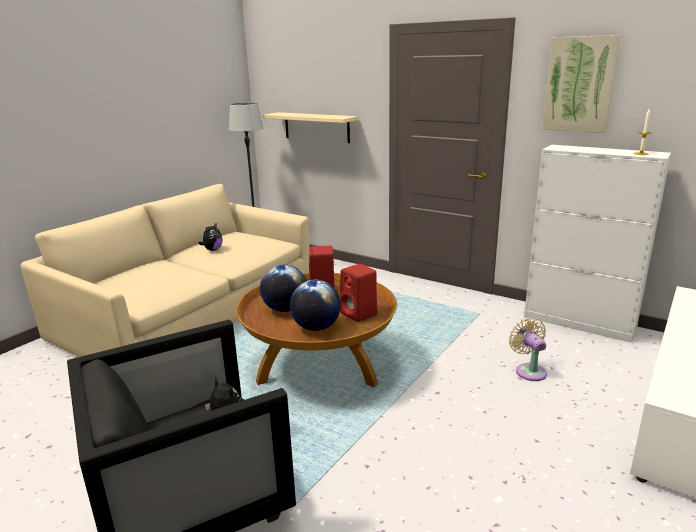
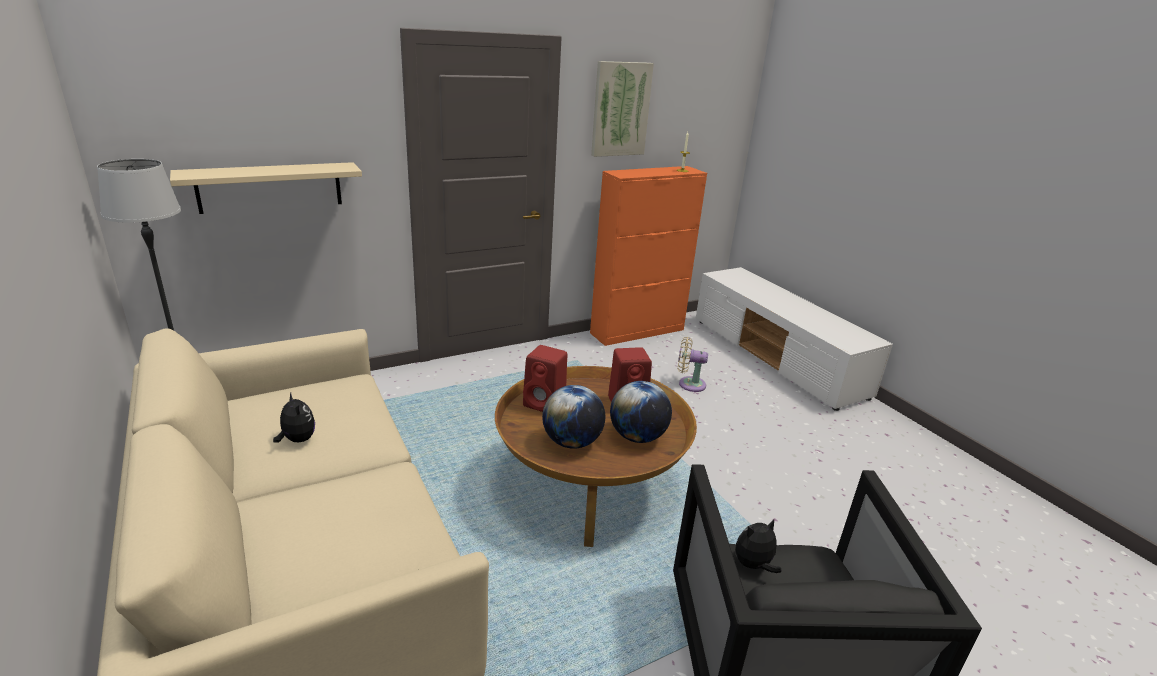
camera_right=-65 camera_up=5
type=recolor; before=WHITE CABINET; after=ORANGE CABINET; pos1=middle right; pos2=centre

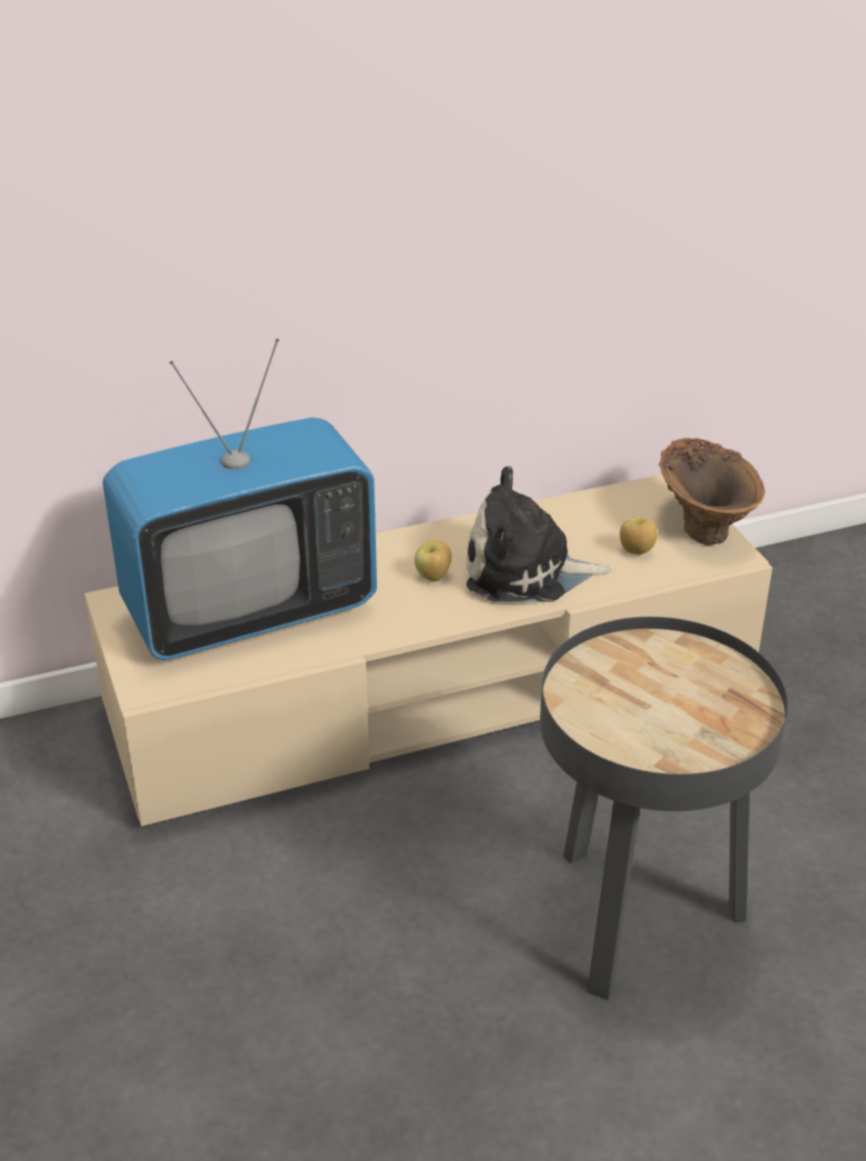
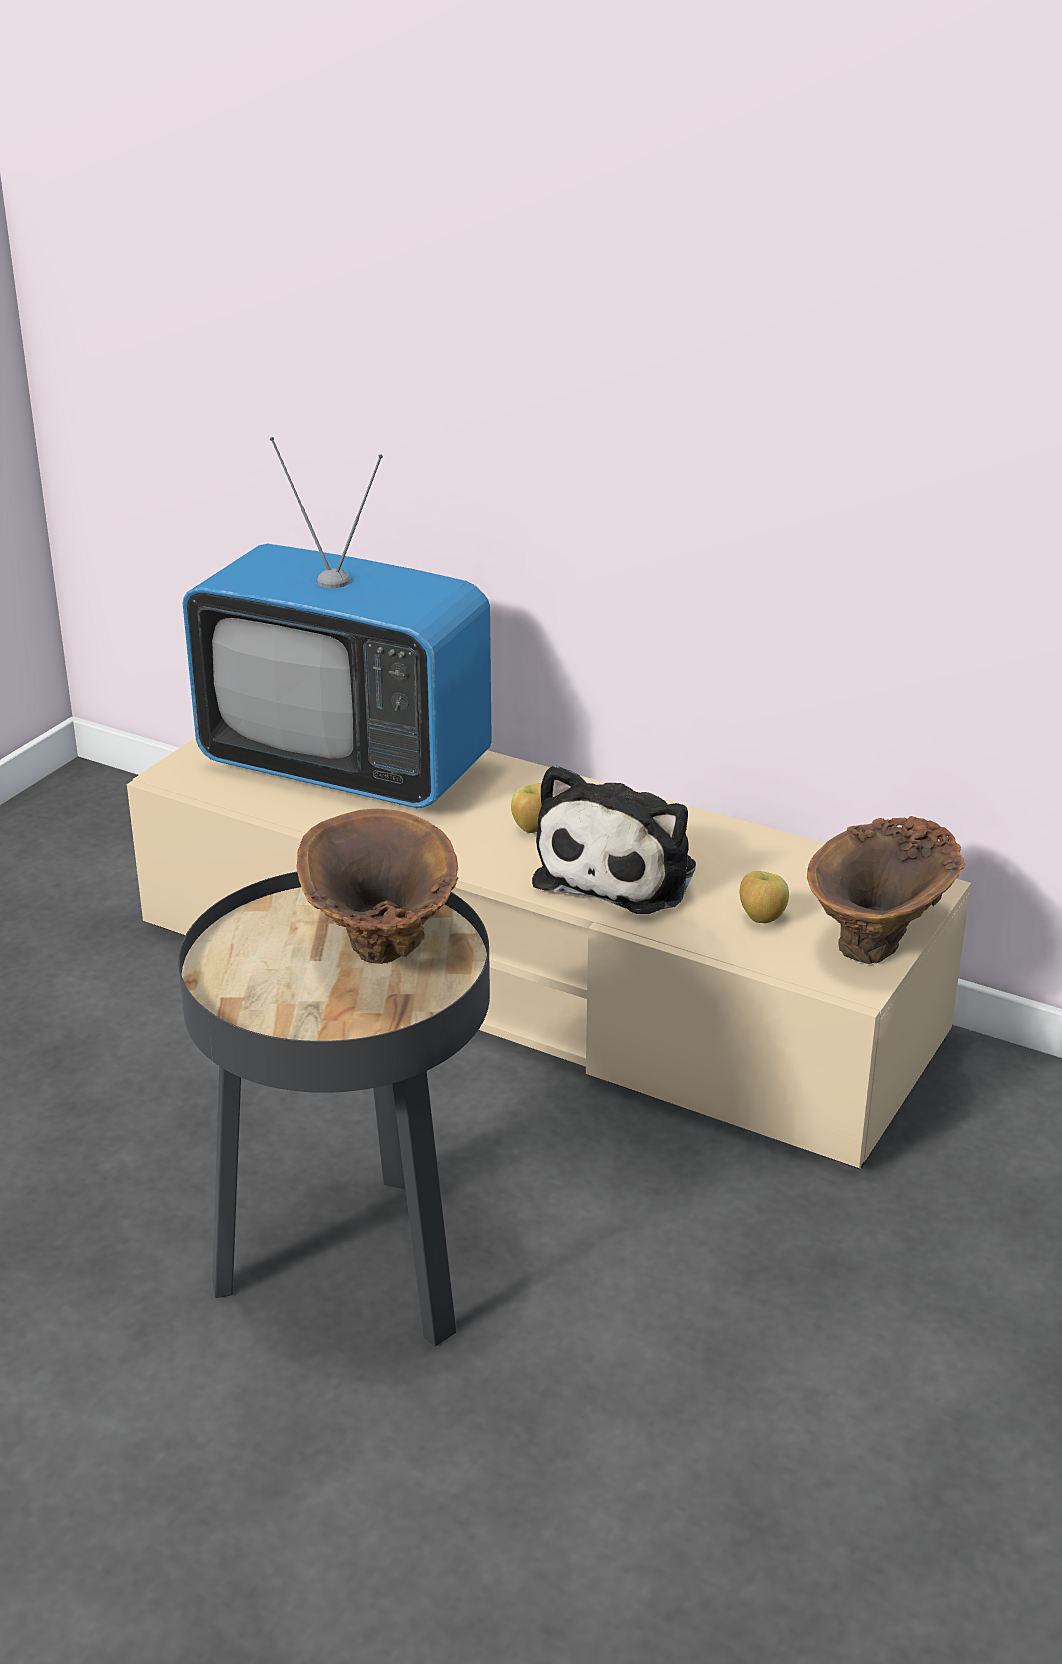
camera_right=50 camera_up=-5
type=rotate; before=PLUSH TOY; pos1=centre; pos2=centre; turn=-120
type=insert; after=BROWN VASE (1st from left); pos2=centre

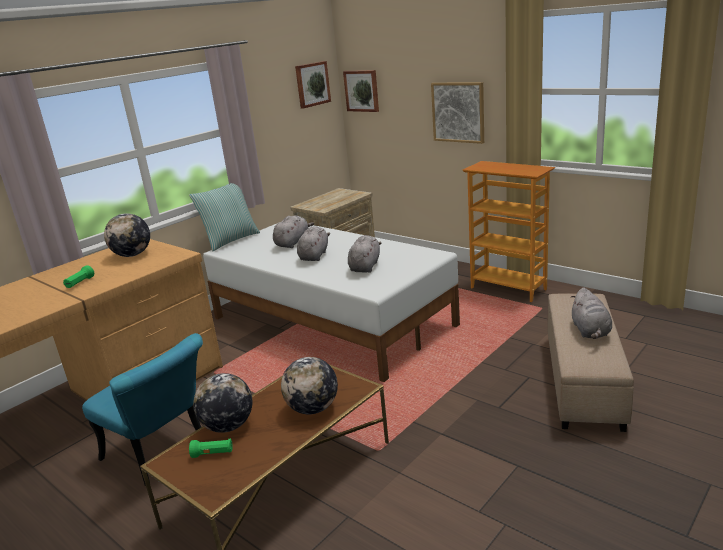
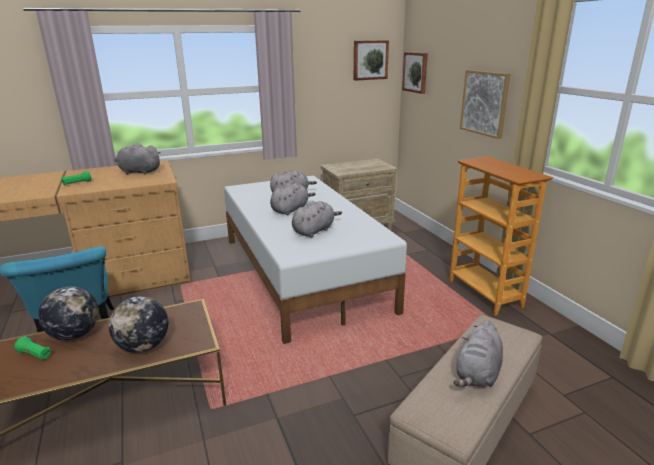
camera_right=25 camera_up=0
type=delete; before=PILLOW; pos1=middle left
type=replace; before=GLOBE (1st from left); after=GREY PLUSH TOY (1st from left); pos1=middle left; pos2=middle left

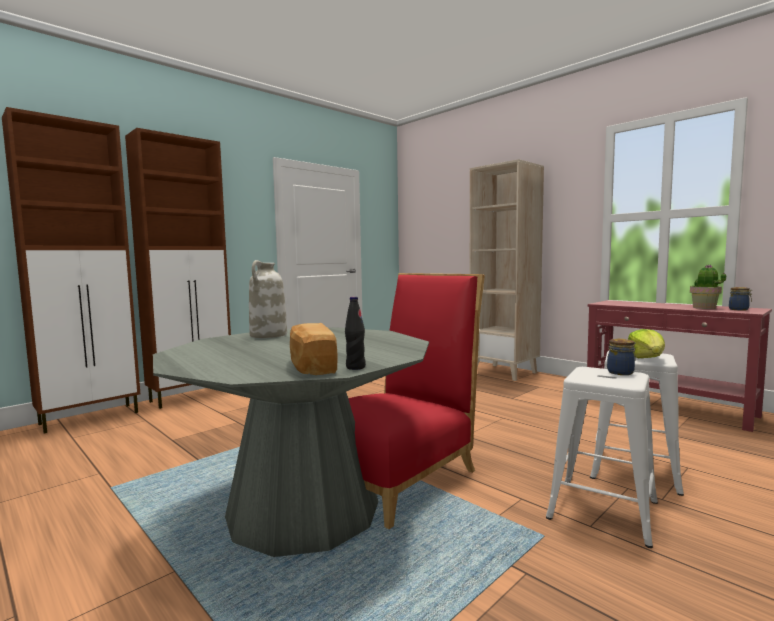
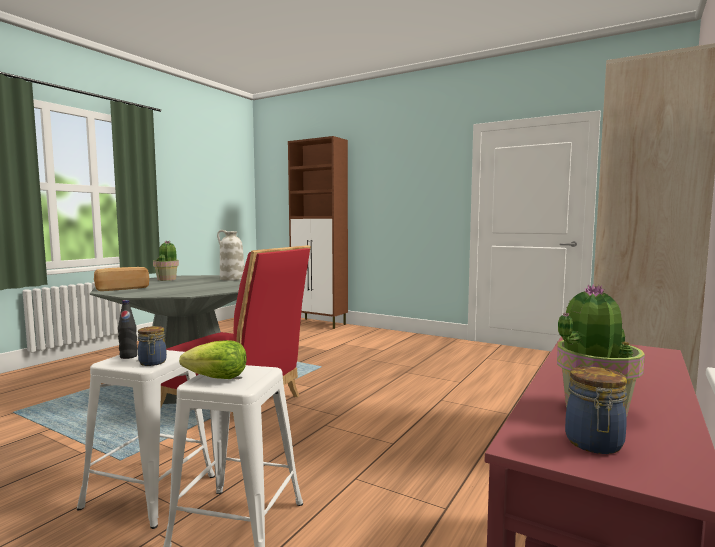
camera_right=75 camera_up=0
type=delete; before=BROWN CABINET (2nd from left); pos1=middle left
type=move; before=BLACK BOTTLE; pos1=centre; pos2=middle left
type=insert; after=POTTED PLANT (1st from left); pos2=middle left

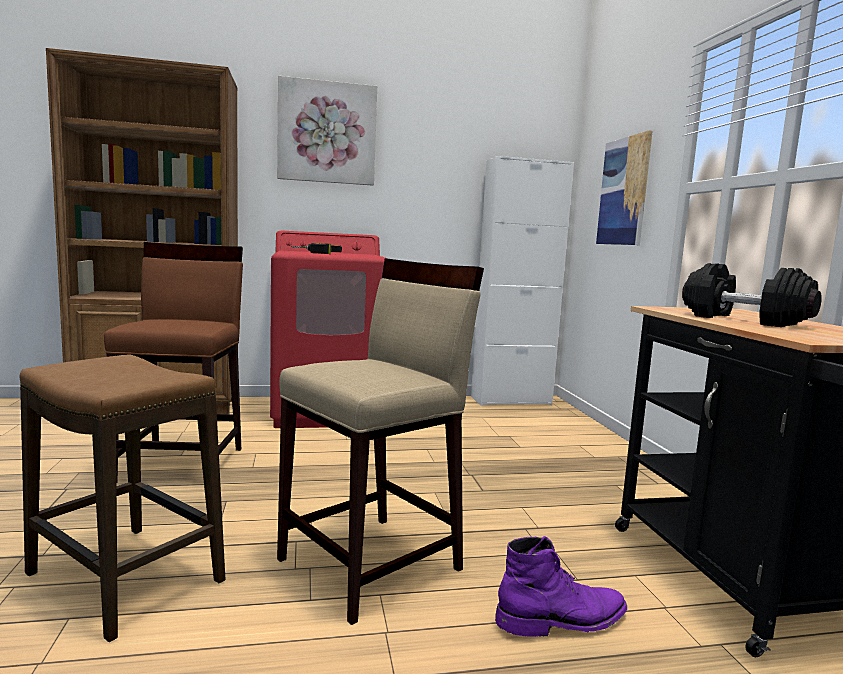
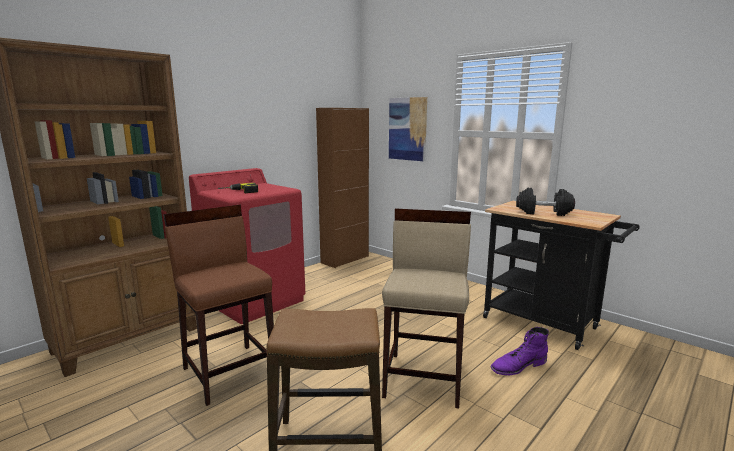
camera_right=-35 camera_up=5
type=delete; before=PICTURE (1st from left); pos1=top centre
type=recolor; before=WHITE CABINET; after=BROWN CABINET; pos1=centre; pos2=centre
type=rotate; before=PURPLE BOOT; pos1=bottom centre; pos2=bottom right; turn=-150

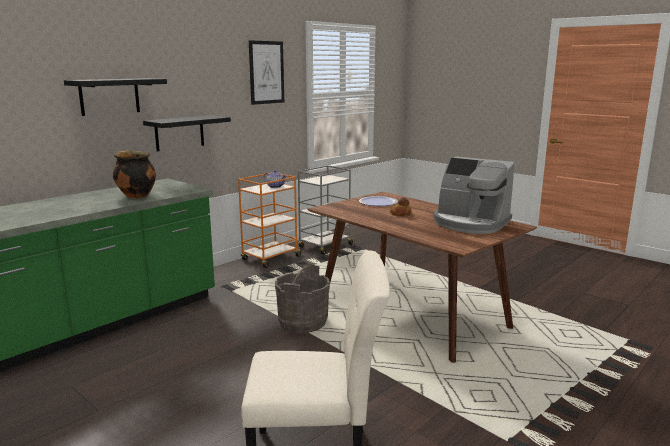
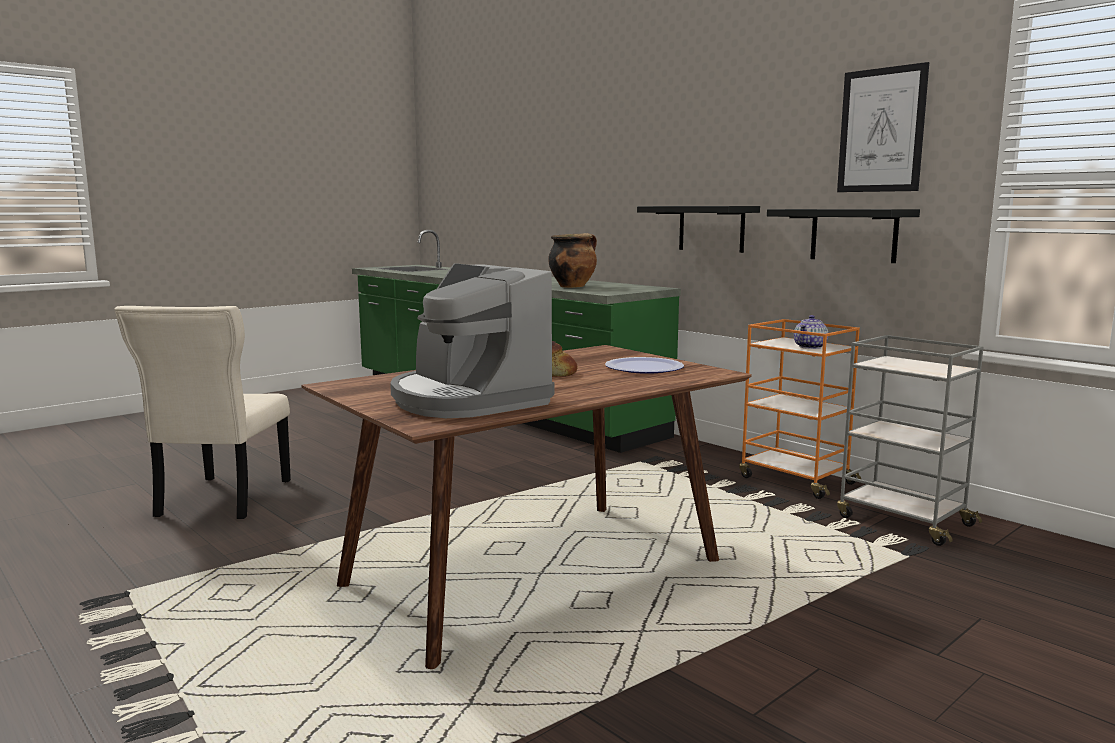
camera_right=95 camera_up=-5
type=move; before=BLACK SHELF (1st from left in the first image); after=BLACK SHELF (2nd from left); pos1=top left; pos2=top right
type=rotate; before=COFFEE MACHINE; pos1=middle right; pos2=centre; turn=-75
type=delete; before=GREY BUCKET; pos1=bottom centre

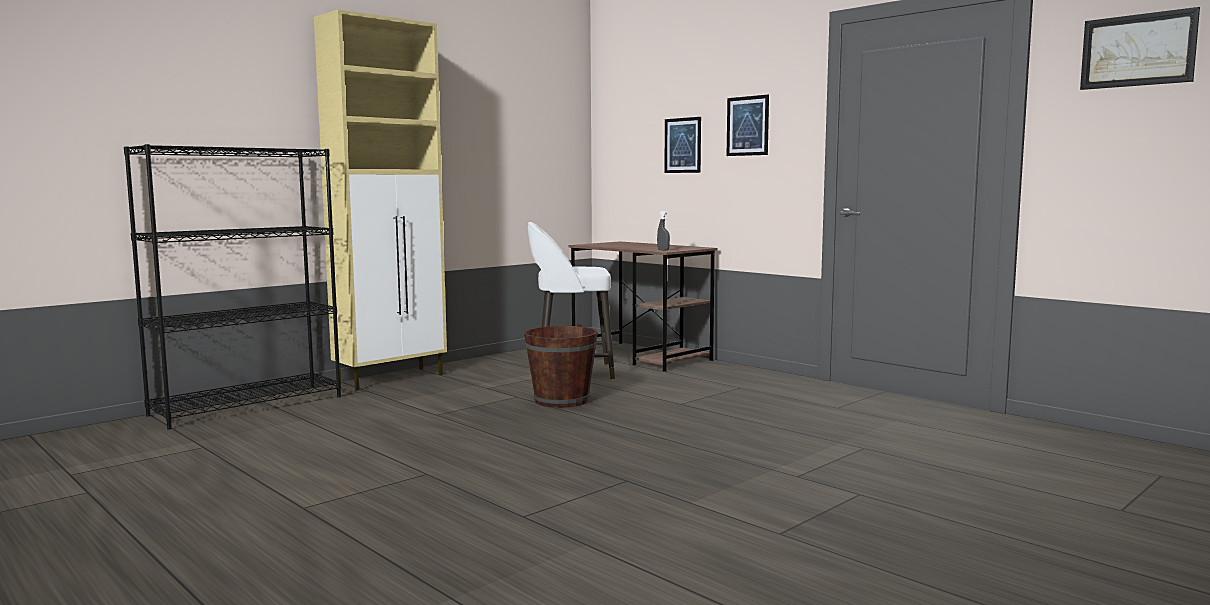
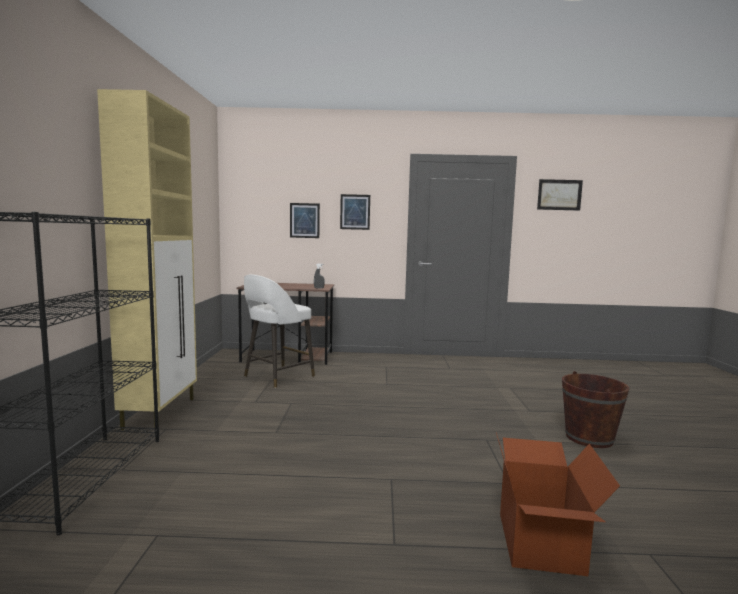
camera_right=-45 camera_up=0
type=move; before=BROWN BUCKET; pos1=centre; pos2=bottom right
type=insert; after=CARDBOARD BOX; pos2=bottom right

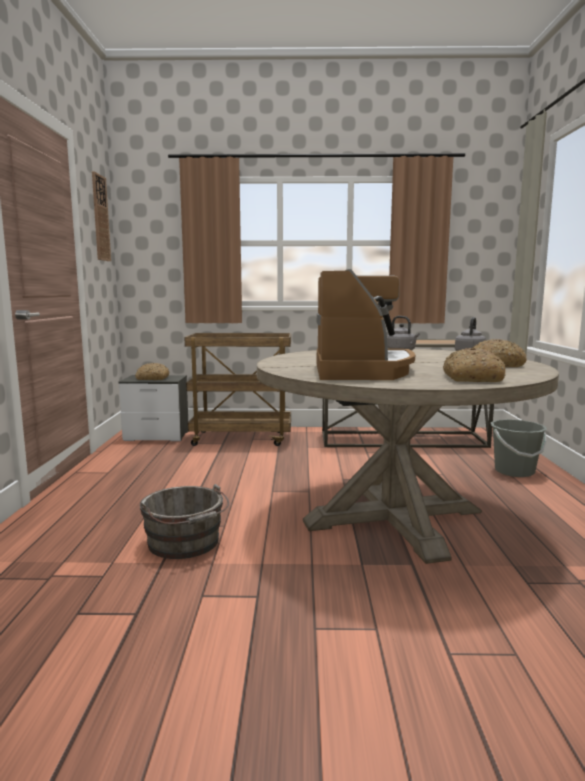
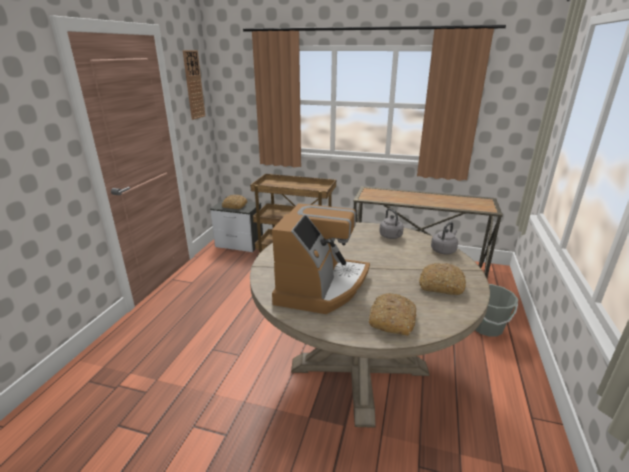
camera_right=15 camera_up=15
type=delete; before=GREY BUCKET (1st from left); pos1=bottom left

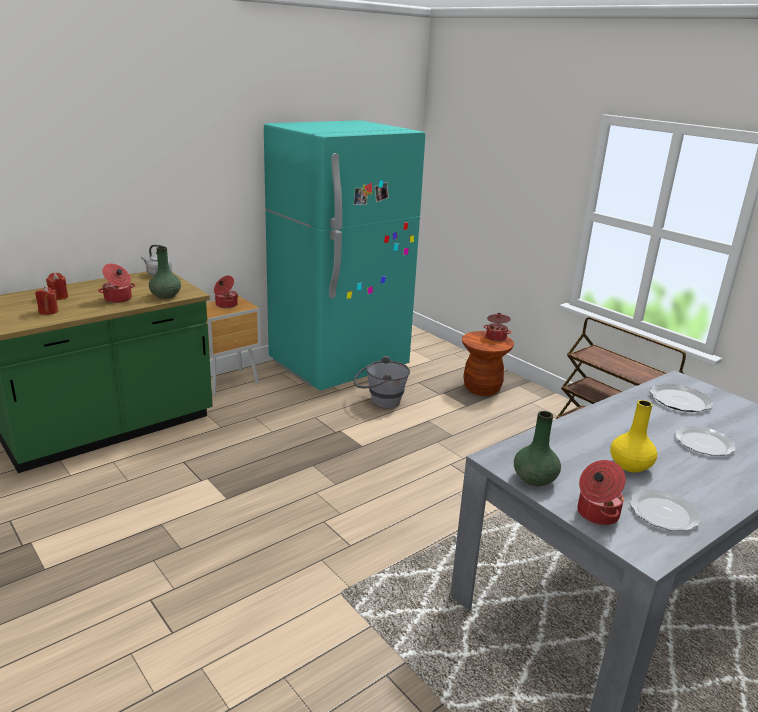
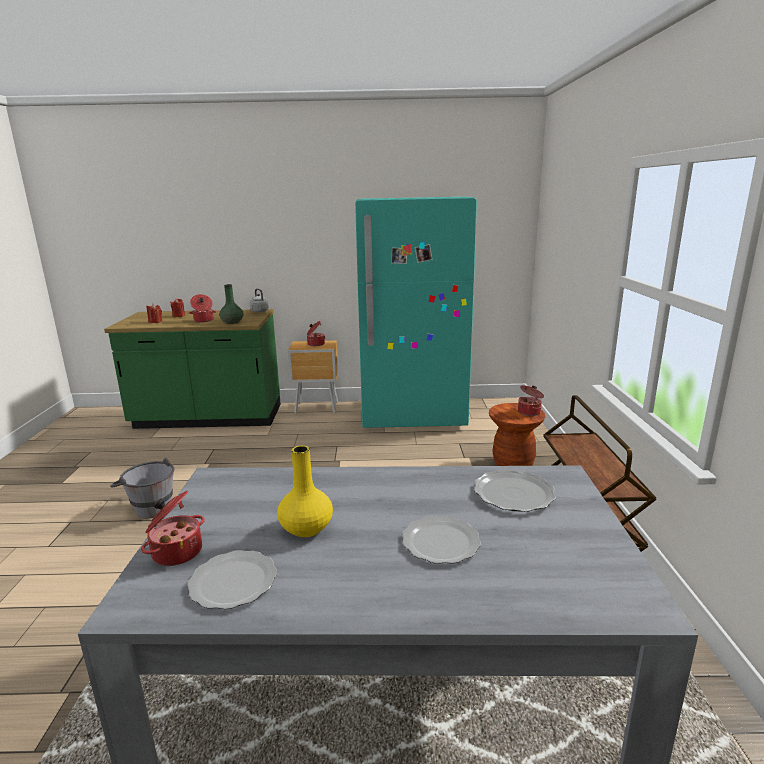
camera_right=40 camera_up=-5
type=move; before=GREY BUCKET; pos1=centre; pos2=middle left
type=delete; before=GREEN VASE (2nd from left); pos1=middle right

